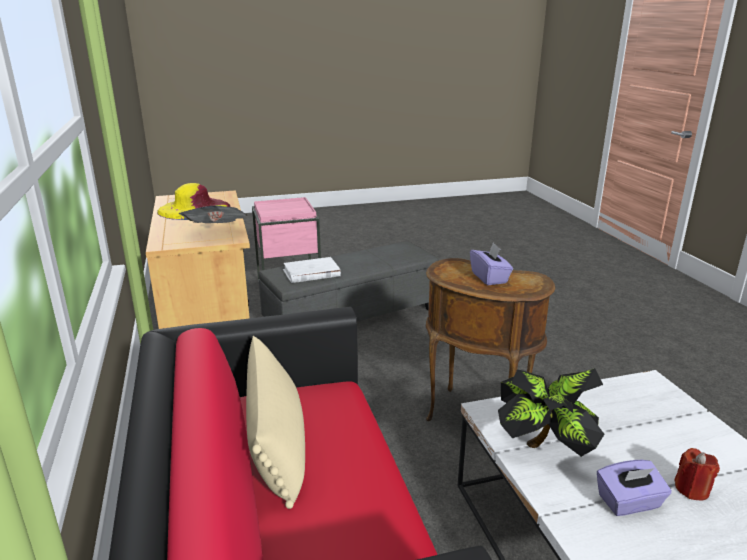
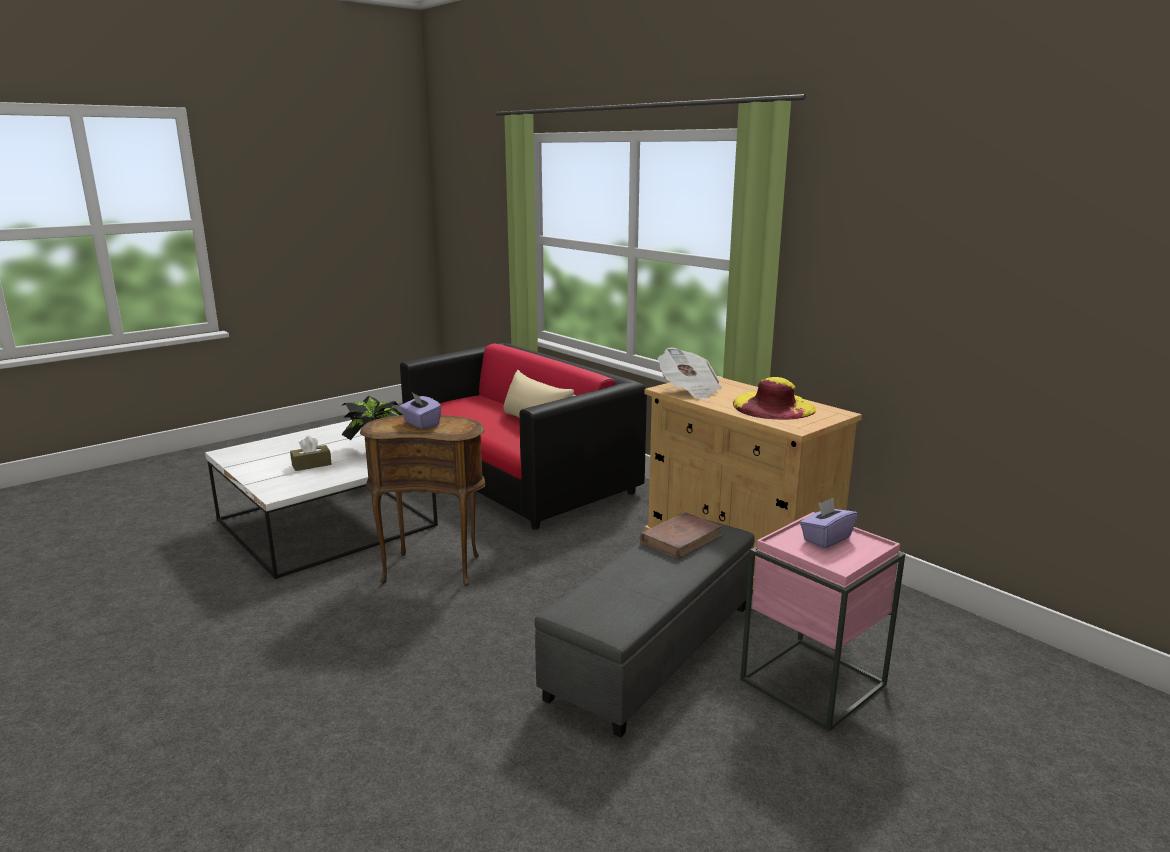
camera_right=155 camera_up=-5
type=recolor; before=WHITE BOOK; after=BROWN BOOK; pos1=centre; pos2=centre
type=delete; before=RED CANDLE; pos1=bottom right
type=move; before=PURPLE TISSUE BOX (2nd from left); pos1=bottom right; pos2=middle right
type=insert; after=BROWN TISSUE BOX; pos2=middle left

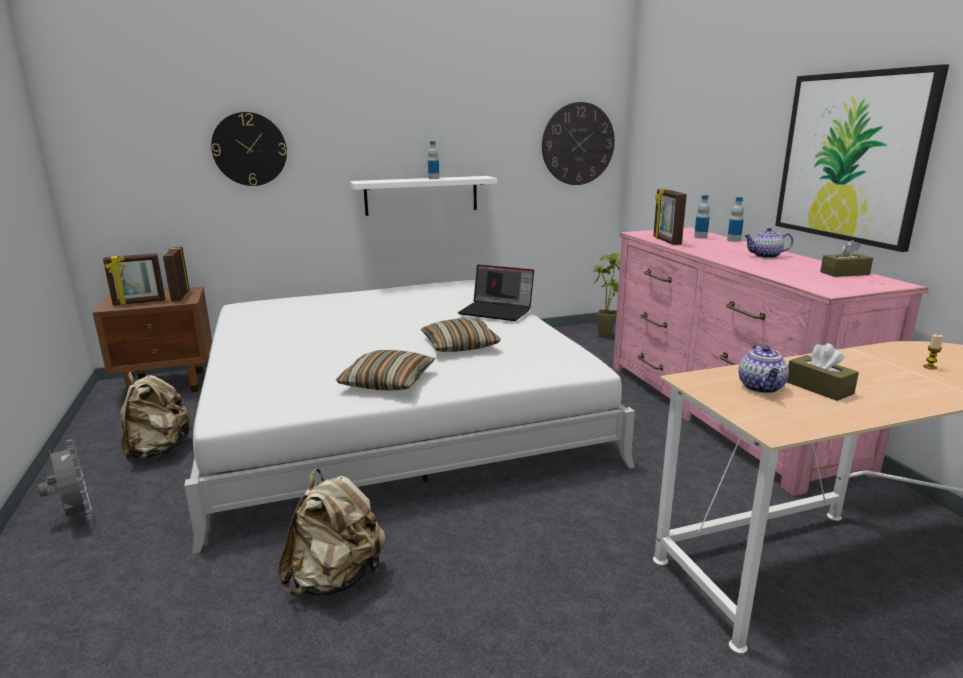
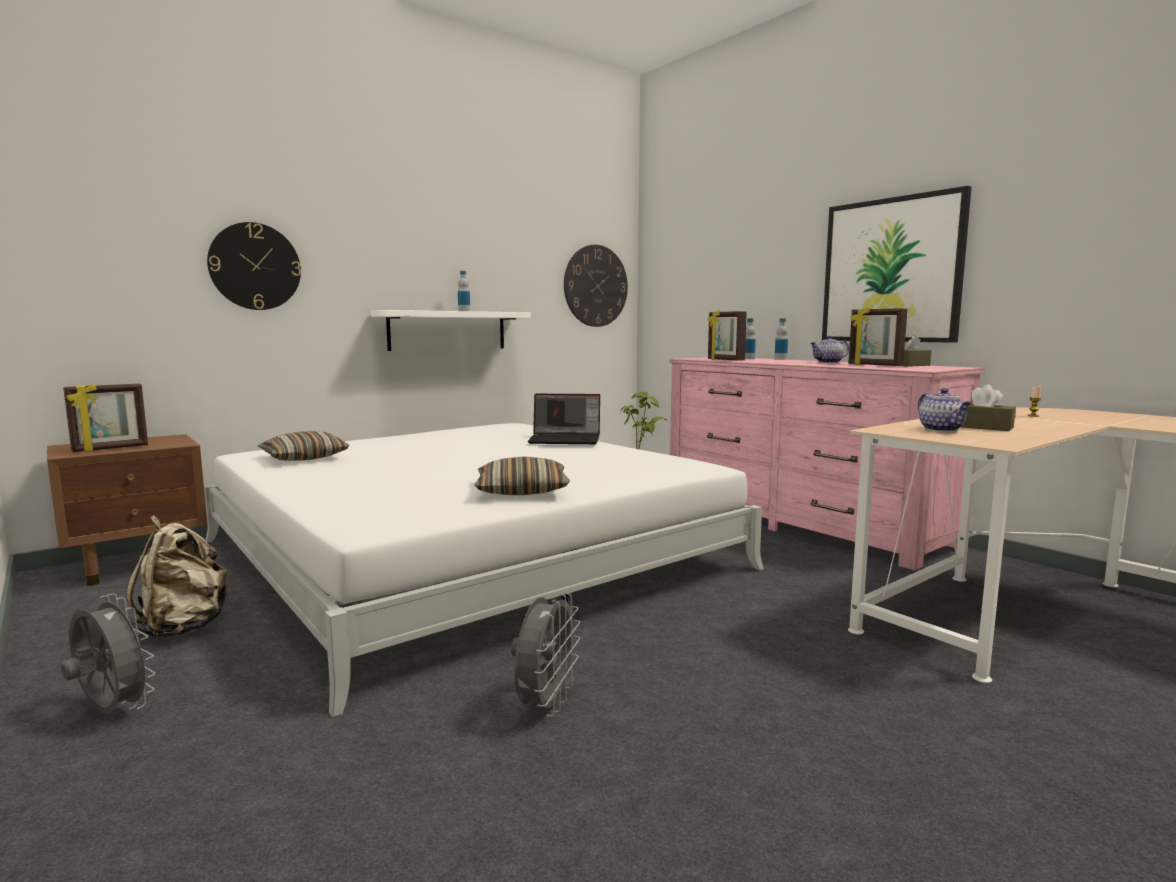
camera_right=-20 camera_up=-10
type=move; before=PICTURE FRAME (2nd from left in the first image); after=PICTURE FRAME (3rd from left); pos1=middle left; pos2=middle right
type=move; before=PILLOW (2nd from left in the first image); after=PILLOW (1st from left); pos1=centre; pos2=middle left
type=replace; before=BEIGE BACKPACK (2nd from left); after=GREY FAN (2nd from left); pos1=bottom centre; pos2=bottom centre

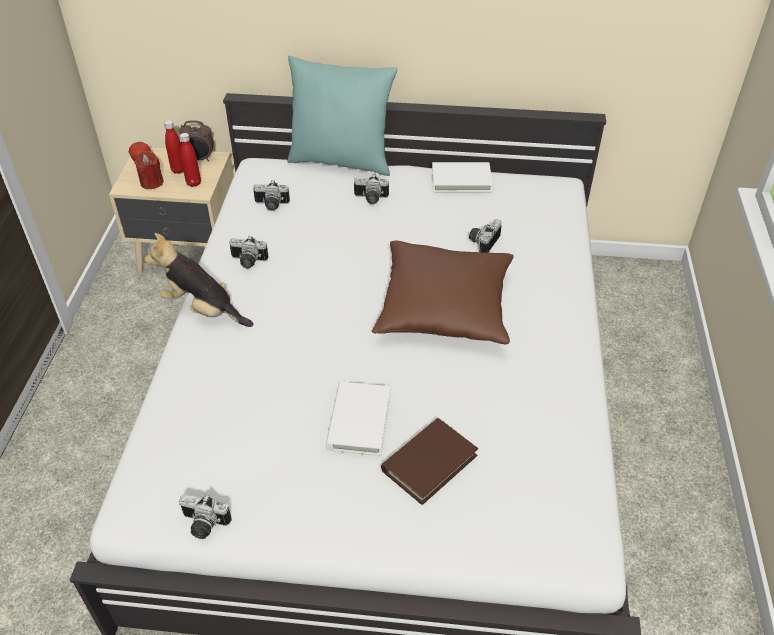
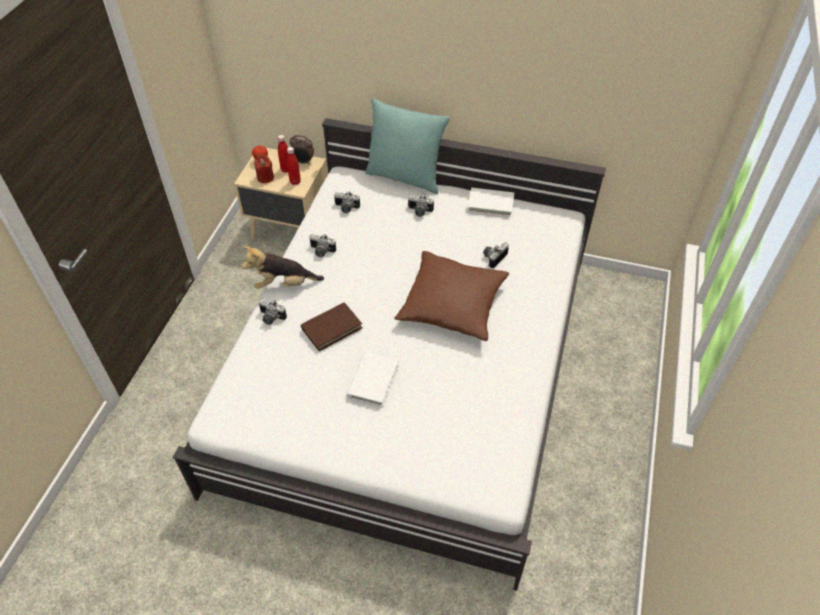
camera_right=10 camera_up=5
type=rotate; before=PLUSH TOY; pos1=middle left; pos2=centre; turn=-45
type=move; before=BROWN BOOK; pos1=bottom centre; pos2=centre
type=move; before=PHOTO CAMERA (1st from left); pos1=bottom left; pos2=middle left

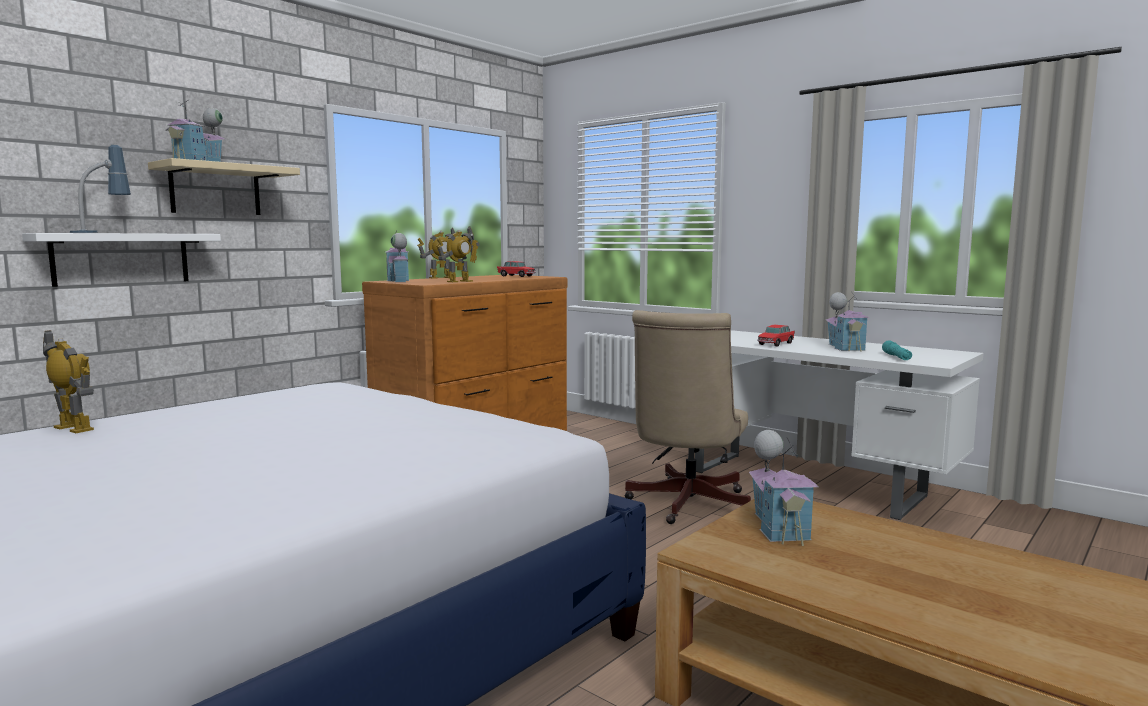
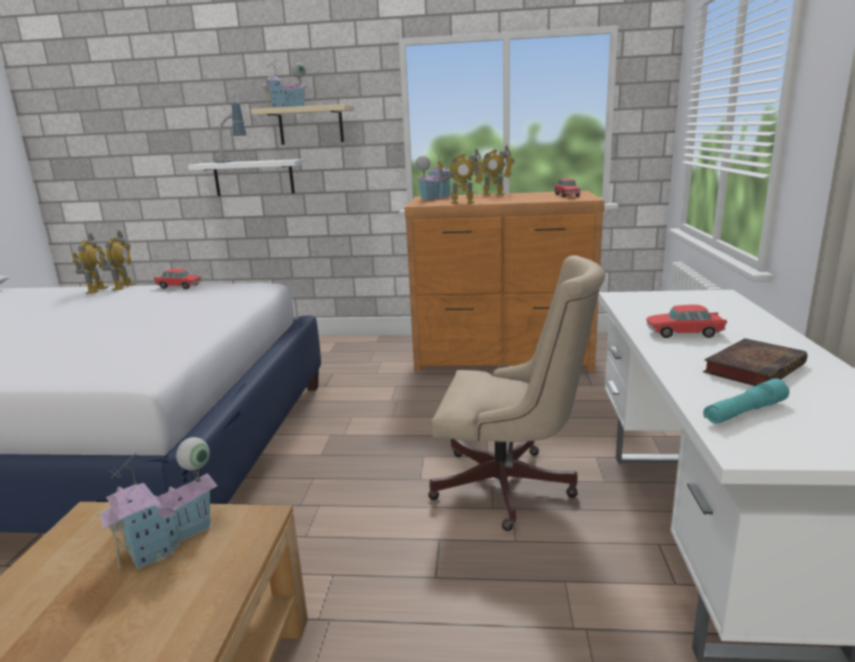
camera_right=55 camera_up=10
type=replace; before=TOY HOUSE (4th from left); after=BOOK; pos1=middle right; pos2=middle right
type=rotate; before=BEIGE OFFICE CHAIR; pos1=centre; pos2=centre; turn=-150
type=insert; after=TOY ROBOT (2nd from left); pos2=middle left
type=insert; after=TOY CAR (1st from left); pos2=middle left

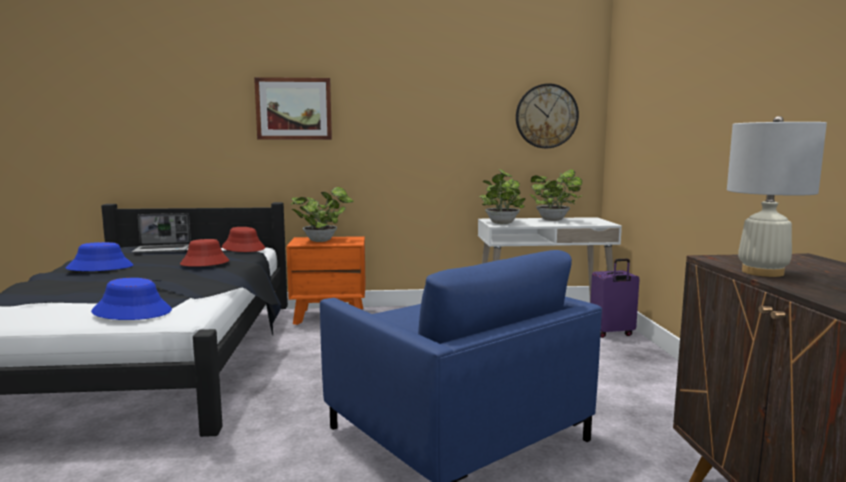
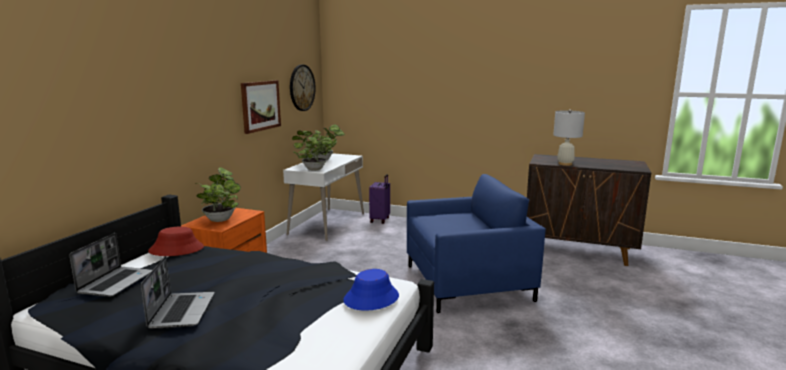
camera_right=-65 camera_up=5
type=move; before=PICTURE; pos1=top centre; pos2=top left
type=delete; before=RED HAT (1st from left); pos1=middle left
type=replace; before=BLUE HAT (1st from left); after=LAPTOP (2nd from left); pos1=middle left; pos2=bottom left

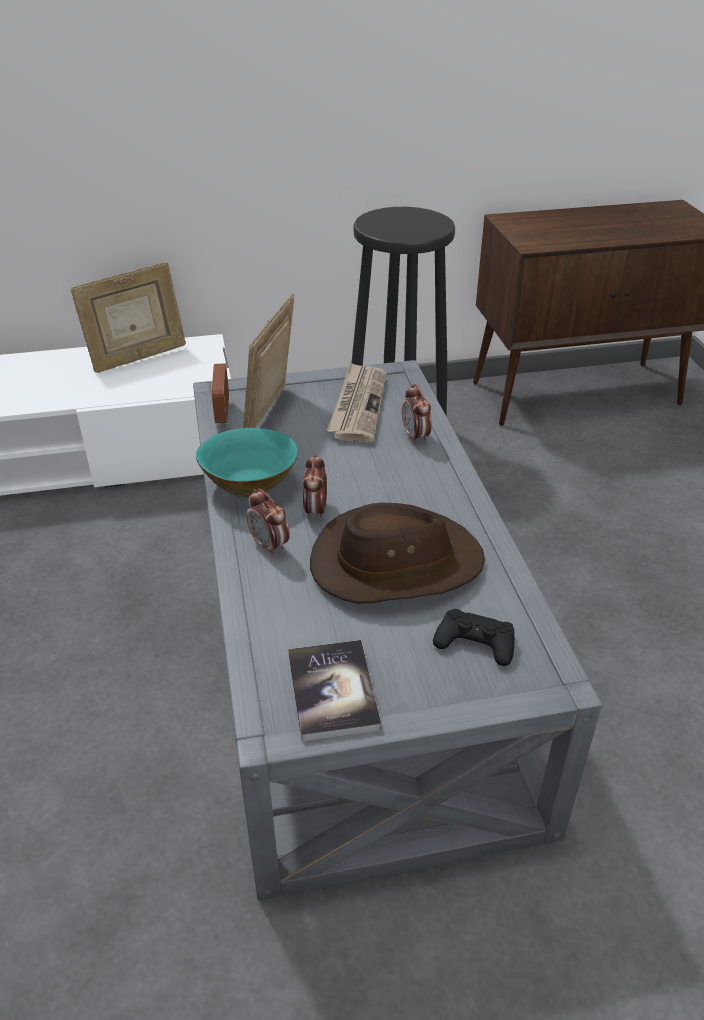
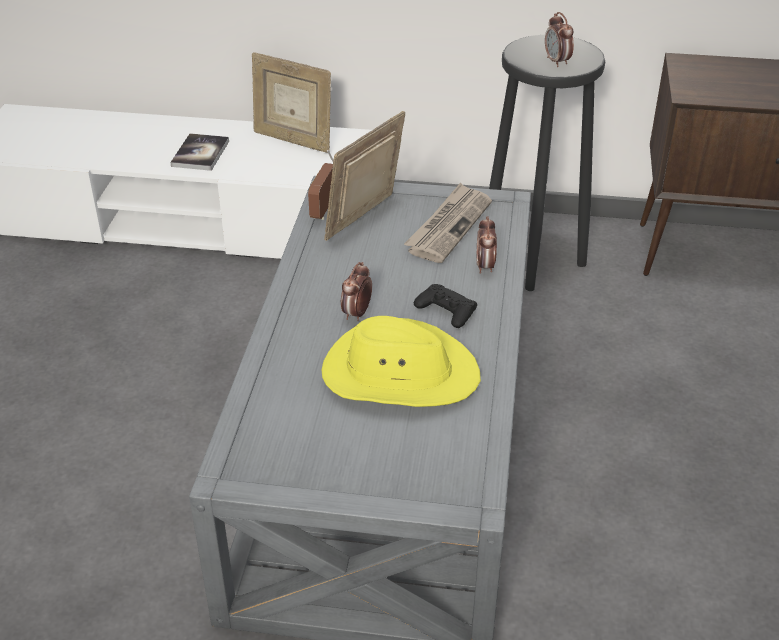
camera_right=20 camera_up=0
type=rotate; before=PICTURE FRAME (1st from left); pos1=top left; pos2=top centre; turn=45
type=delete; before=TURQUOISE BOWL; pos1=centre
type=move; before=ALARM CLOCK (1st from left in the first image); after=ALARM CLOCK (3rd from left); pos1=centre; pos2=top right
type=recolor; before=BROWN HAT; after=YELLOW HAT; pos1=centre; pos2=centre
type=move; before=BLACK GAME CONTROLLER; pos1=middle right; pos2=centre
type=move; before=BOOK; pos1=bottom centre; pos2=top left

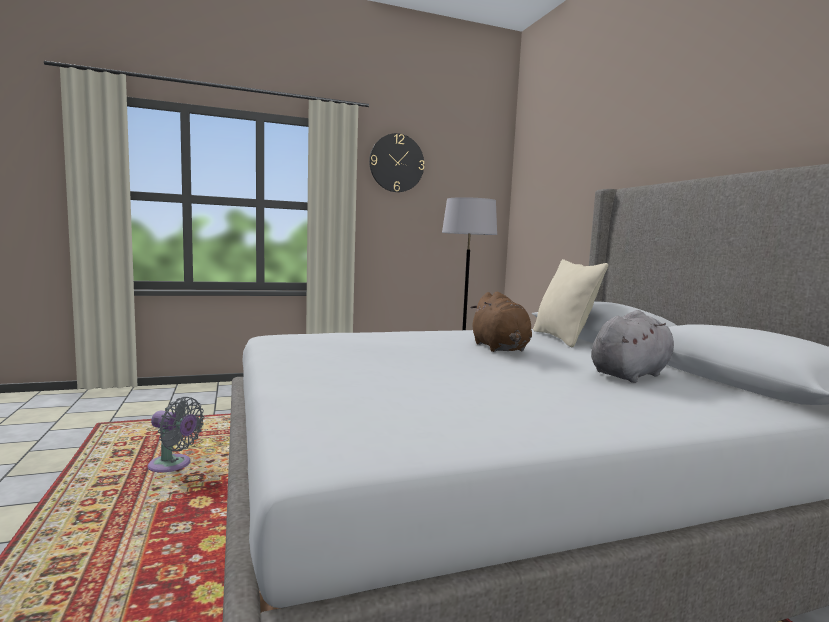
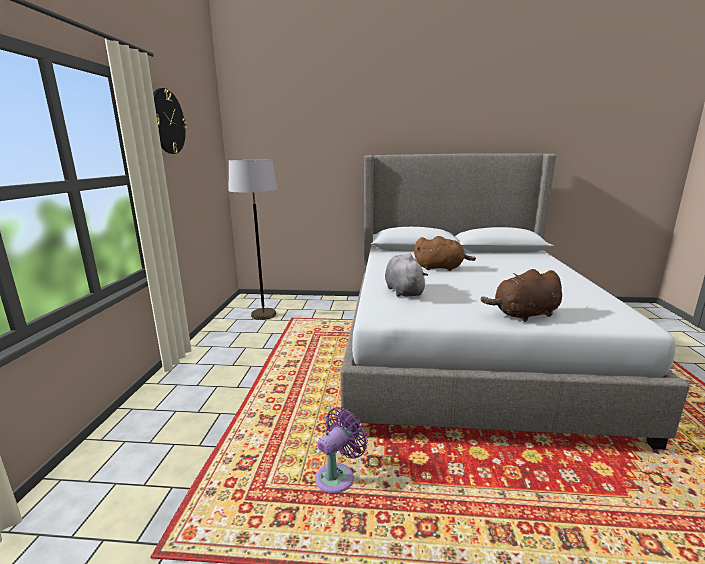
camera_right=-65 camera_up=10
type=delete; before=BEIGE PILLOW; pos1=middle right
type=move; before=GREY PLUSH TOY; pos1=middle right; pos2=centre
type=recolor; before=GREY FAN; after=PURPLE FAN; pos1=bottom left; pos2=bottom centre
type=insert; after=BROWN PLUSH TOY (2nd from left); pos2=middle right

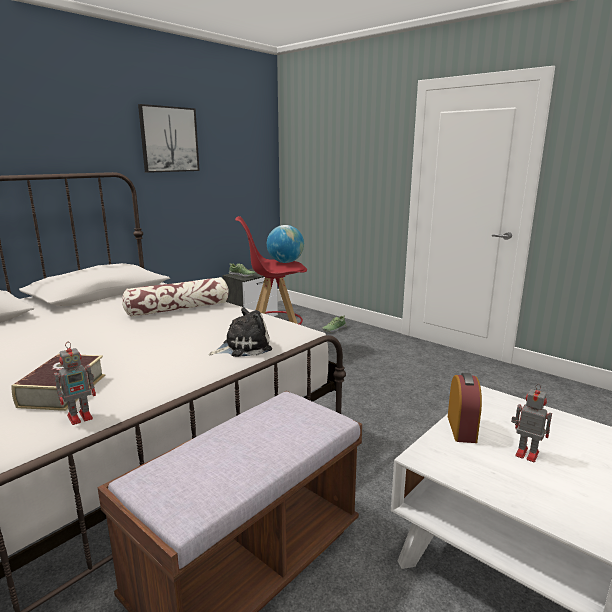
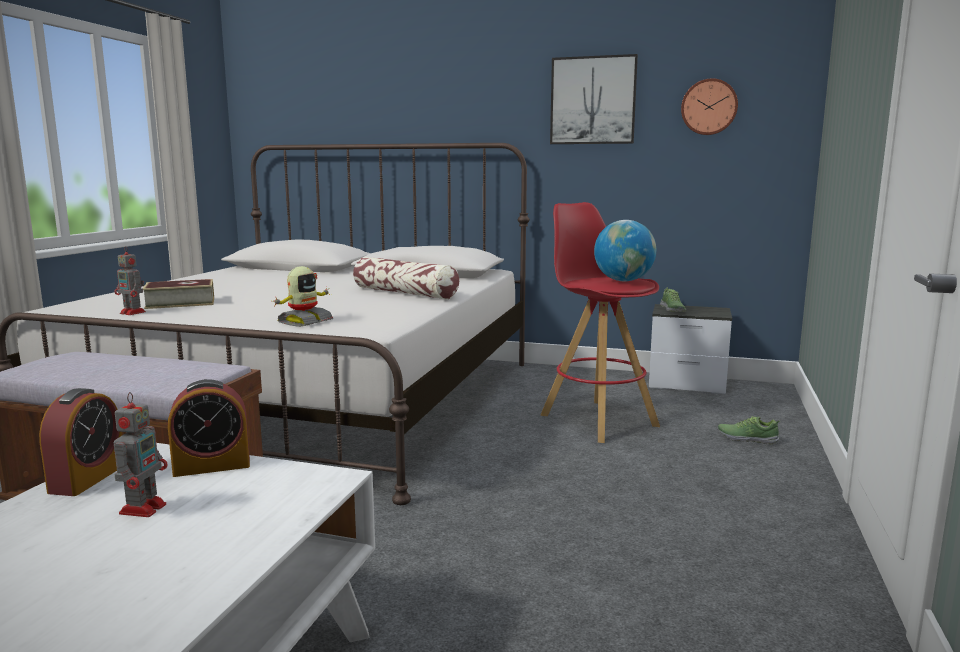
camera_right=65 camera_up=-5
type=replace; before=PLUSH TOY; after=TOY ROBOT (3rd from left); pos1=centre; pos2=middle left
type=insert; after=WALL CLOCK; pos2=top right
type=insert; after=ALARM CLOCK (1st from left); pos2=bottom left

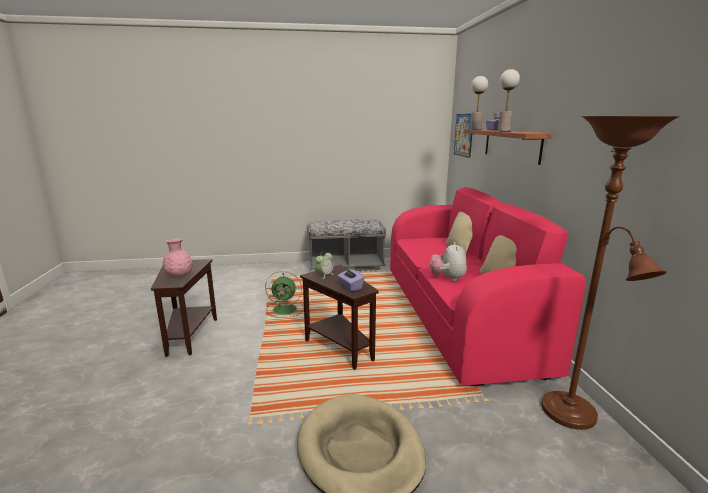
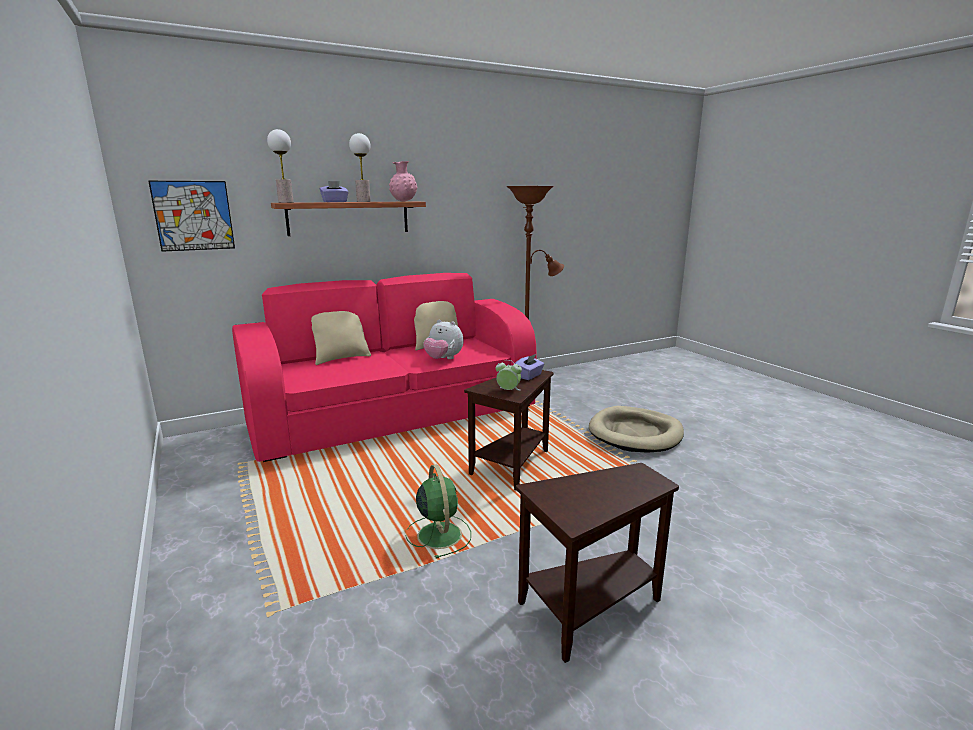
camera_right=-110 camera_up=0
type=delete; before=GREY BENCH; pos1=centre
type=move; before=PINK VASE; pos1=middle left; pos2=top centre
type=rotate; before=PLUSH TOY; pos1=centre; pos2=centre; turn=45

